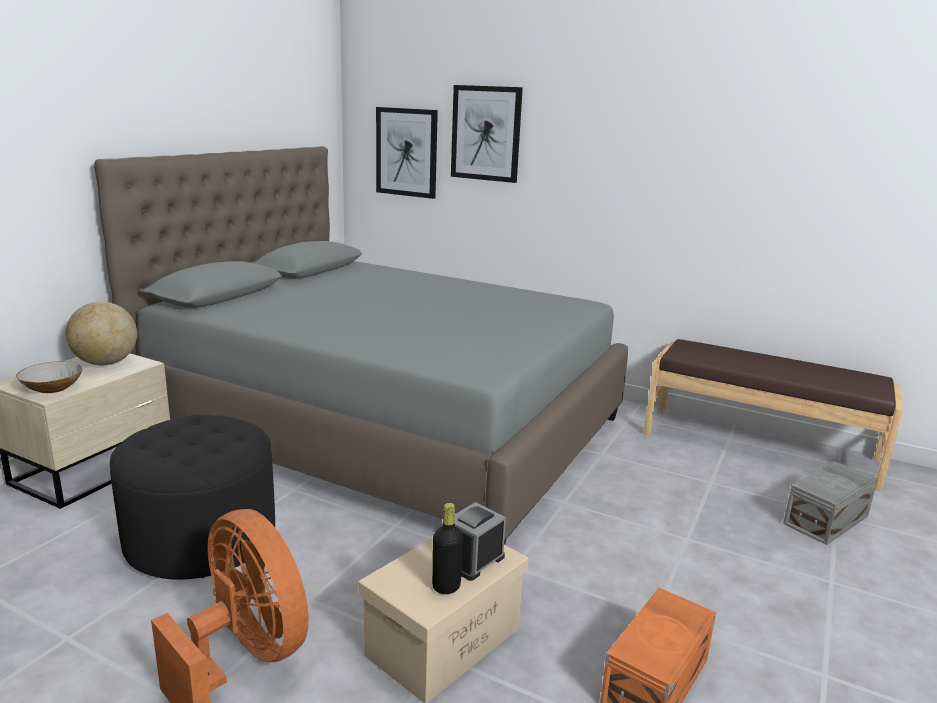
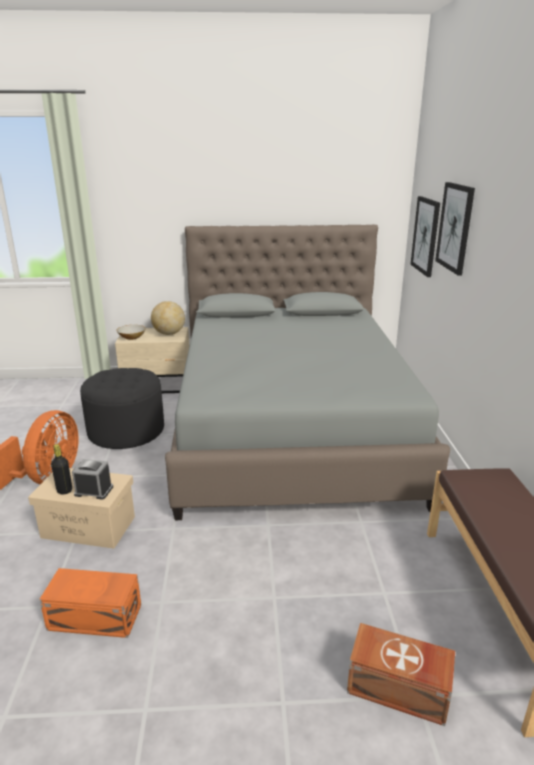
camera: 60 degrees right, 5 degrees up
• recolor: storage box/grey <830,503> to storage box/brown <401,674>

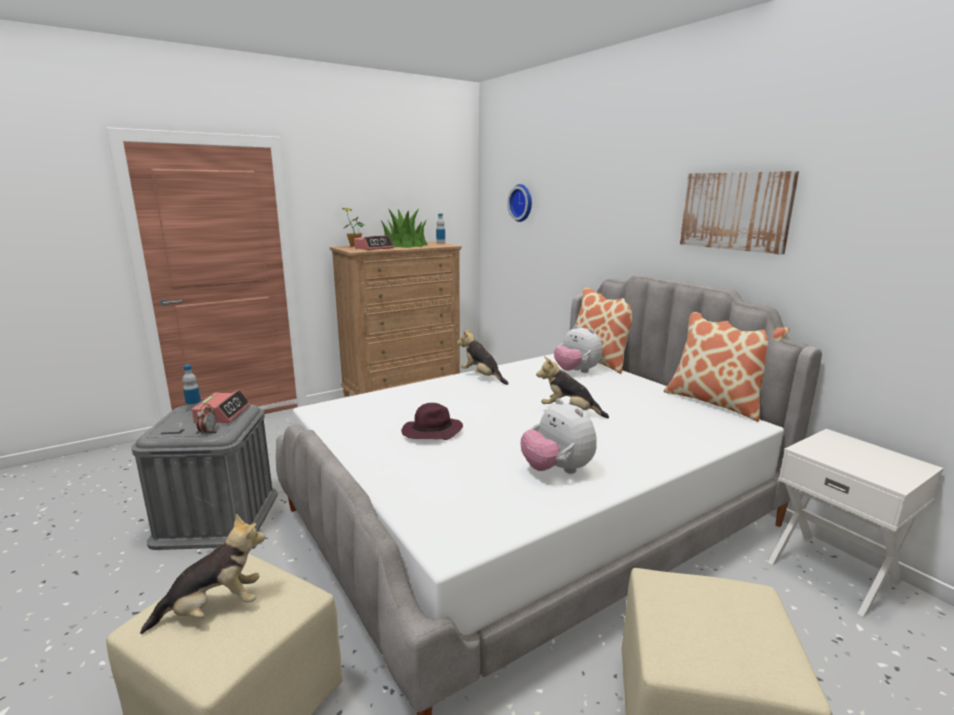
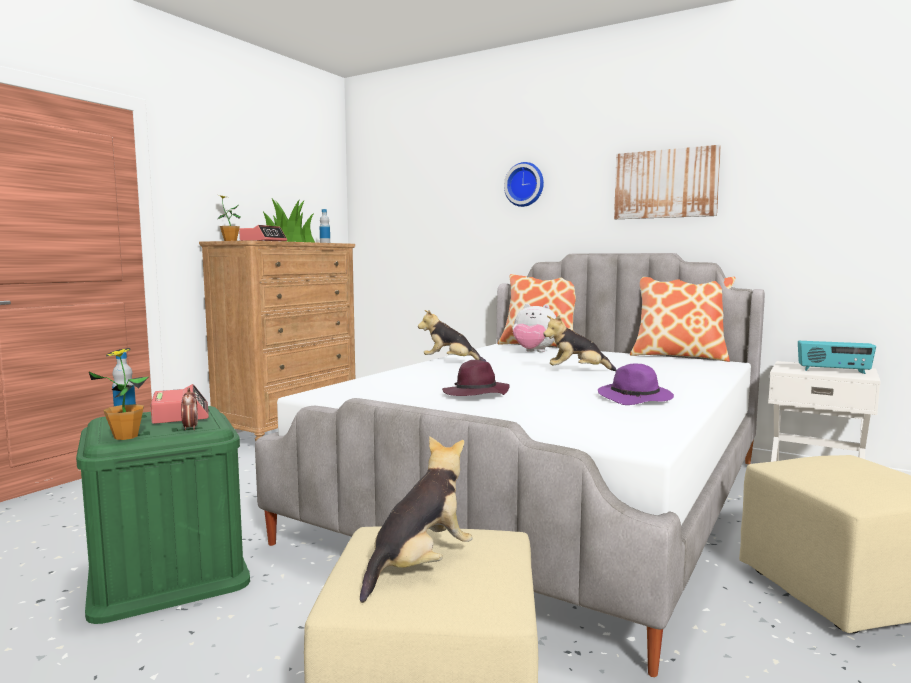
camera: 25 degrees left, 10 degrees down
• recolor: storage box/grey <204,477> to storage box/green <163,515>
• insert: potted plant <119,394>
• move: wall clock <519,203> to <524,184>
• replace: plush toy <559,436> to hat/purple <636,384>
• insert: radio <837,357>

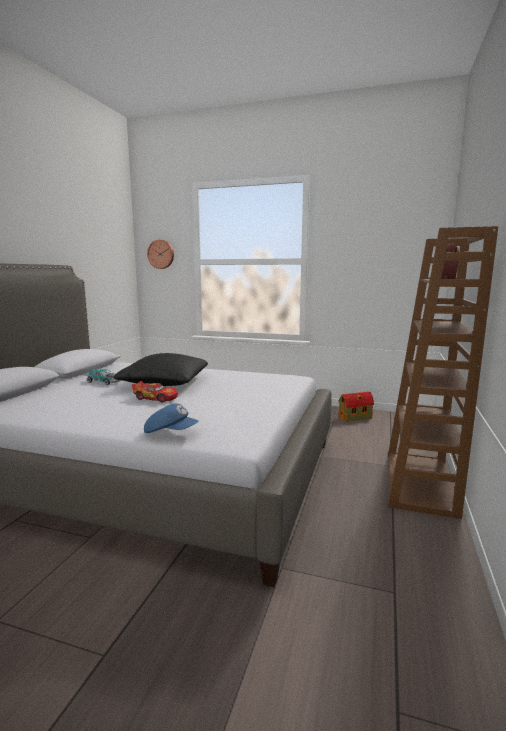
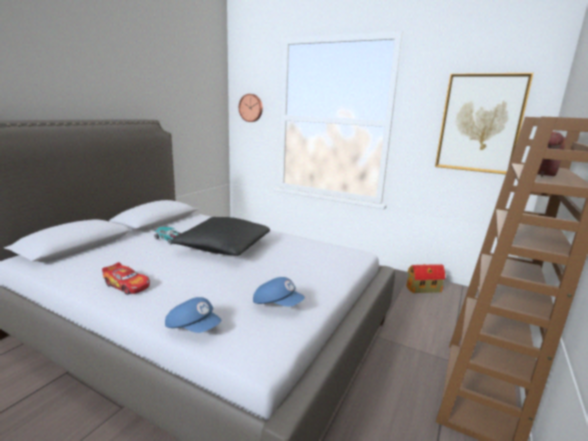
camera: 10 degrees right, 5 degrees up
• move: toy car <155,392> to <126,278>
• insert: cap/blue <279,292>
• insert: picture <484,123>

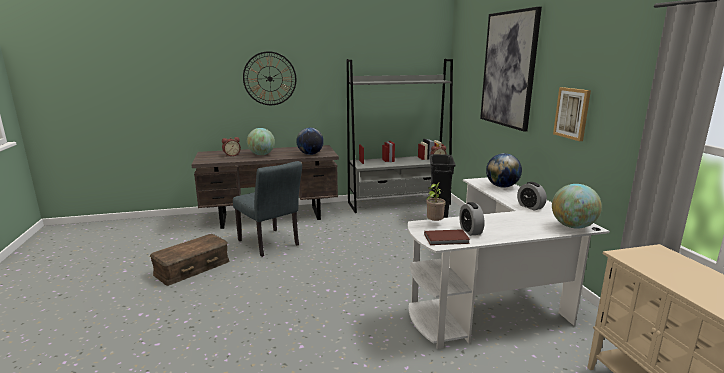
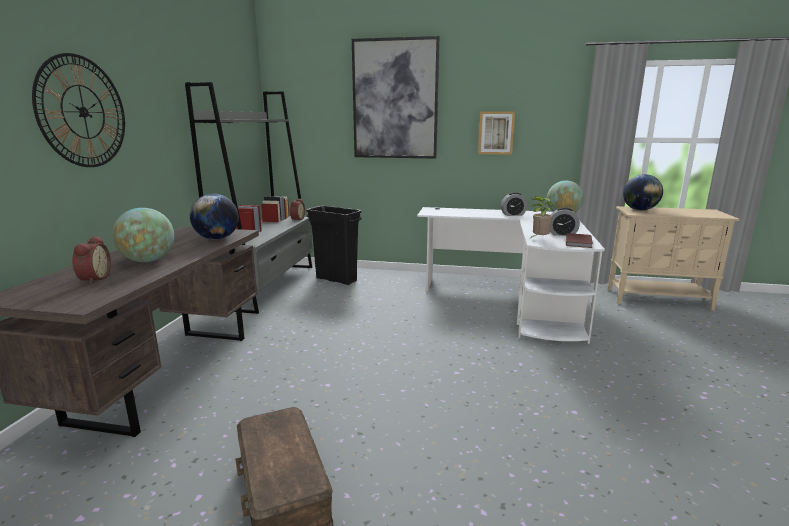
camera: 65 degrees left, 0 degrees up
• move: globe <504,170> to <643,192>
• delete: chair/grey <267,209>

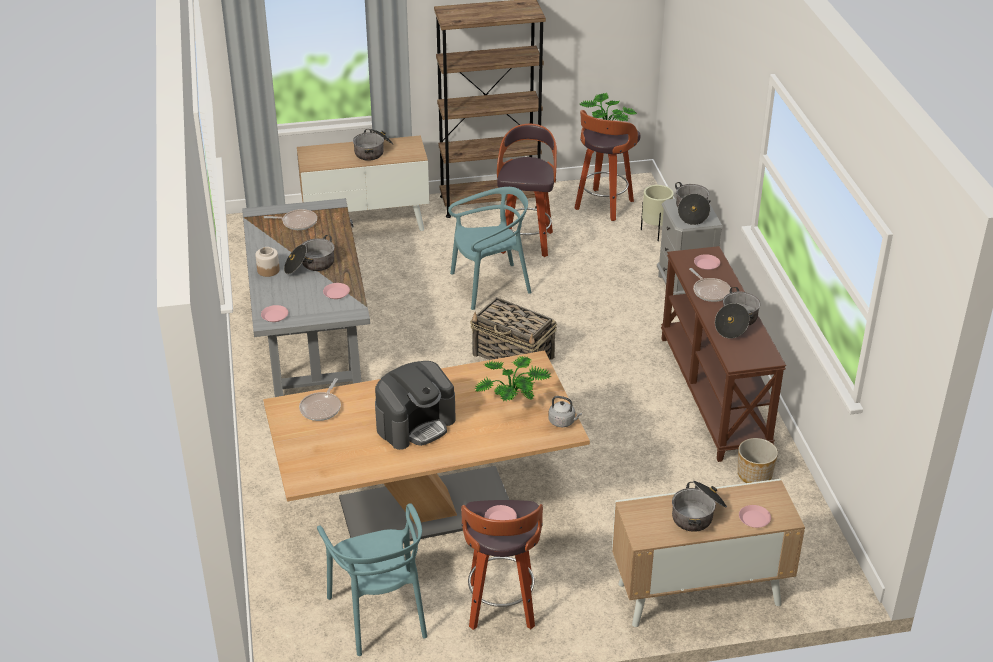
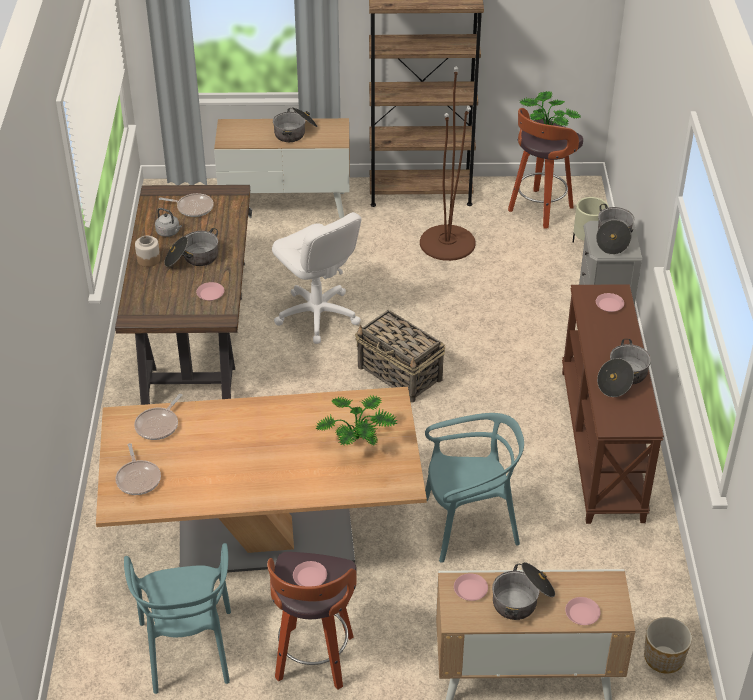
camera: 10 degrees right, 5 degrees up
• recolor: desk/grey <306,297> to desk/brown <183,295>
• move: frying pan <710,285> to <138,469>
• move: kettle/grey <565,411> to <168,222>
• insert: office chair/white <317,278>
• replace: stool <527,190> to floor lamp/brown <448,164>
• move: chair/turquoise <490,248> to <474,488>
• move: plate/pink <274,313> to <471,587>
• move: planter <758,460> to <668,645>
• delete: coffee machine <415,405>

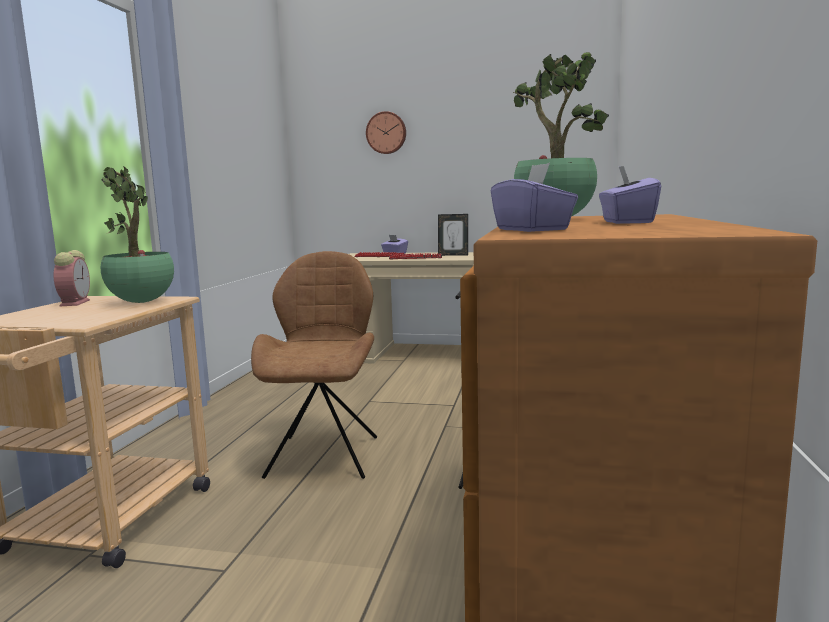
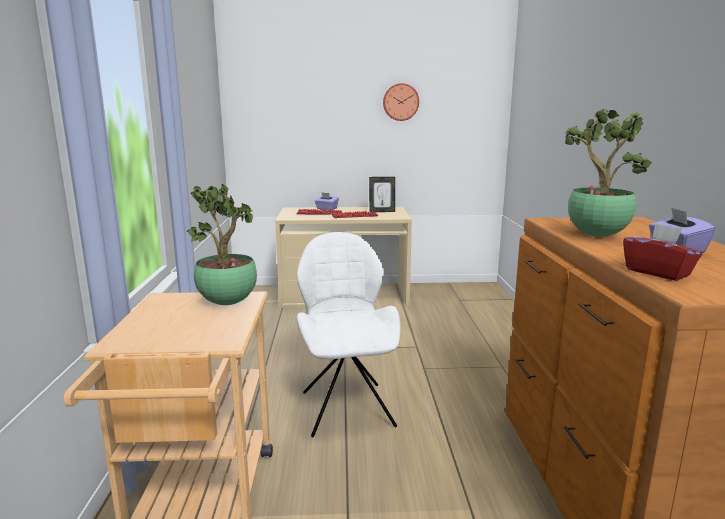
camera: 15 degrees left, 5 degrees up
• recolor: chair/brown <314,365> to chair/white <348,334>
• move: wall clock <386,132> to <401,102>
• recolor: tissue box/purple <534,197> to tissue box/red <662,252>
• delete: alarm clock <72,278>

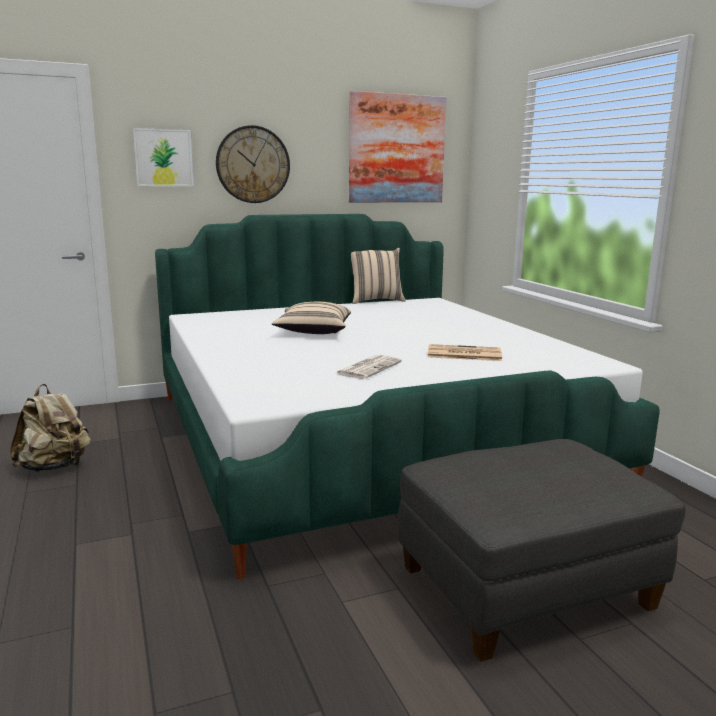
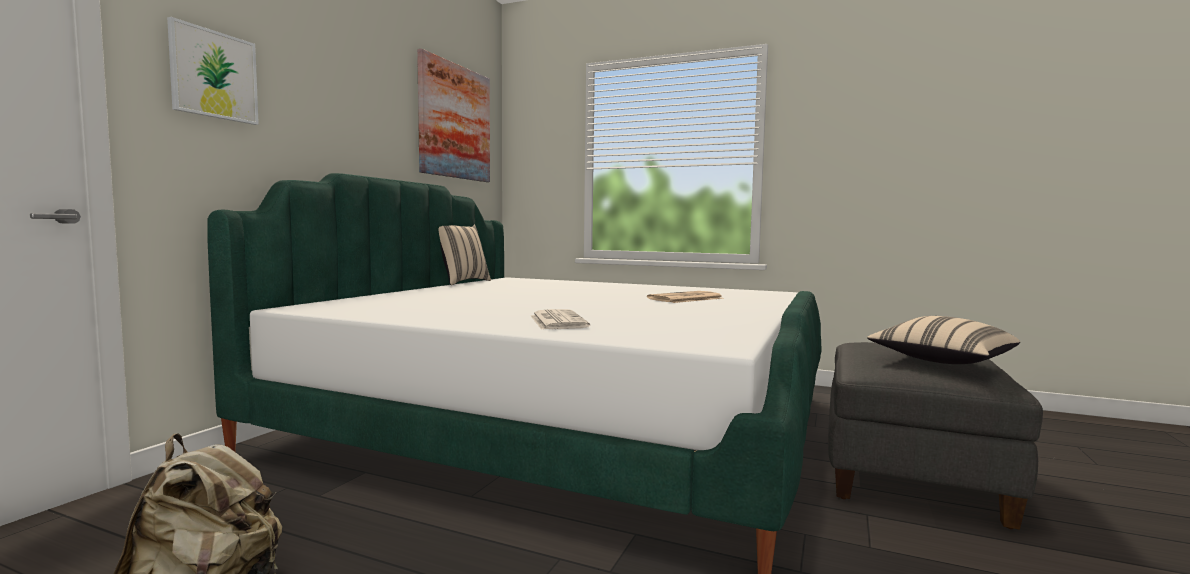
camera: 45 degrees left, 10 degrees down
• move: newspaper <368,367> to <560,319>
• move: pillow/beige <311,318> to <943,340>
• delete: wall clock <253,164>

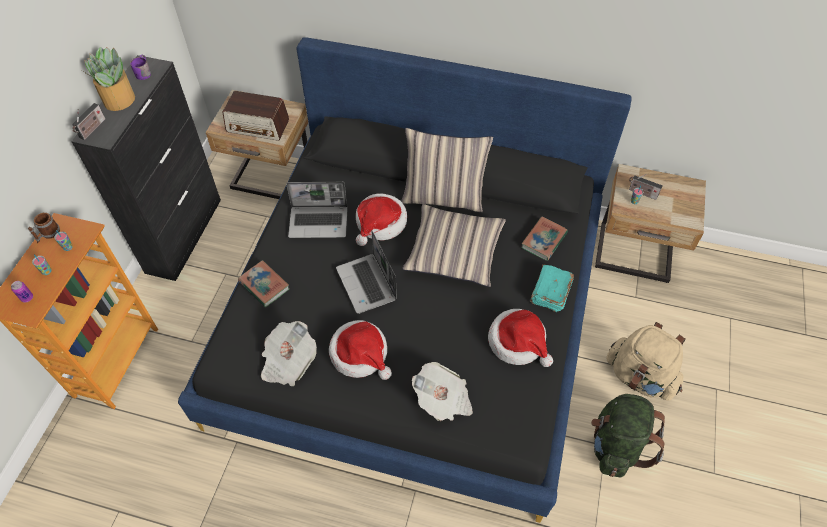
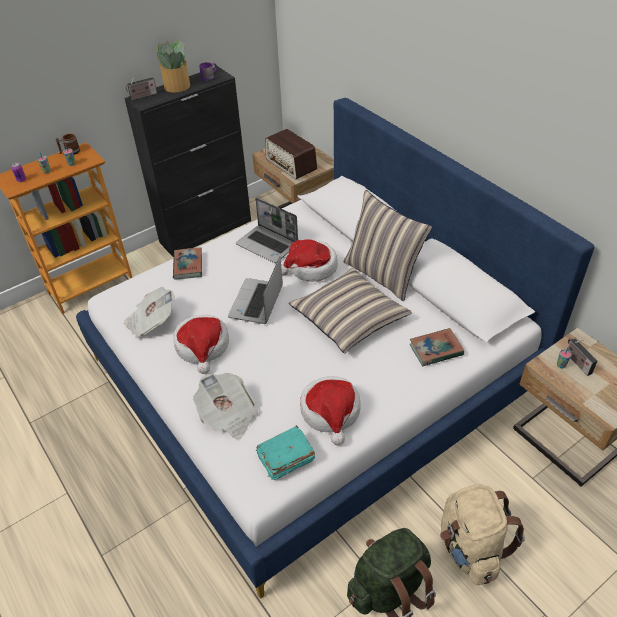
camera: 40 degrees right, 10 degrees down
• recolor: bed/black <405,280> to bed/white <335,348>
• move: book/turquoise <552,288> to <285,452>

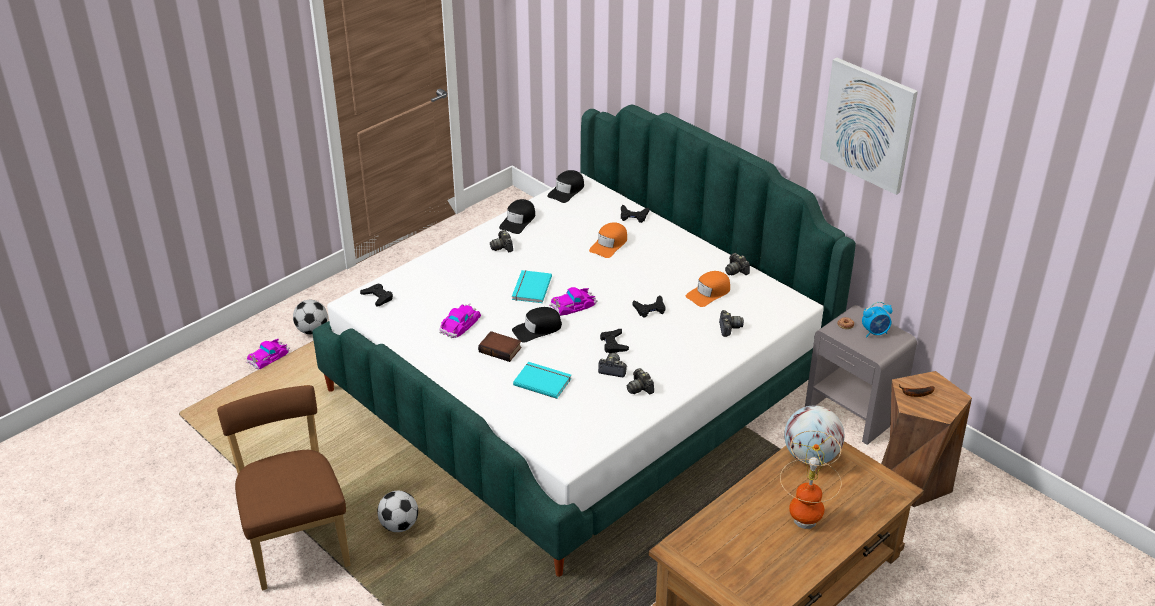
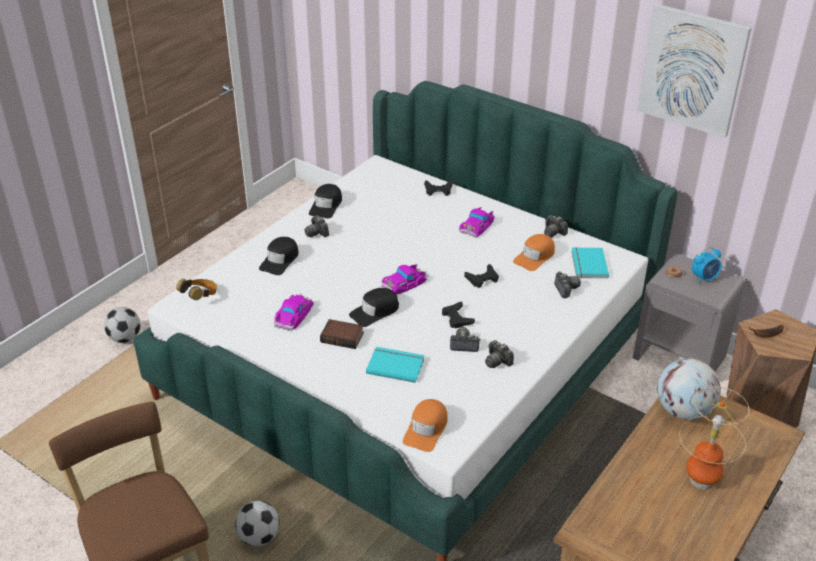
camera: 10 degrees left, 0 degrees up
• replace: game controller/black <376,295> to headphones <196,289>
• move: cap/black <565,186> to <279,256>
• move: cap/orange <608,240> to <425,425>
• move: toy car <268,354> to <477,222>
• move: book/turquoise <532,286> to <590,262>

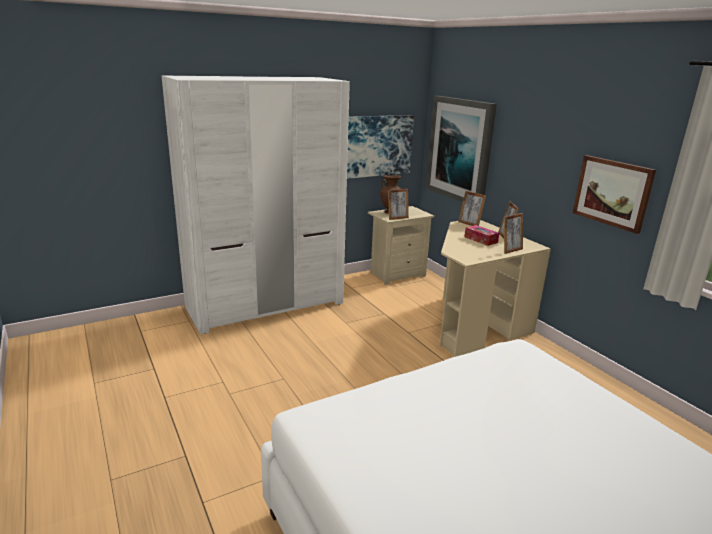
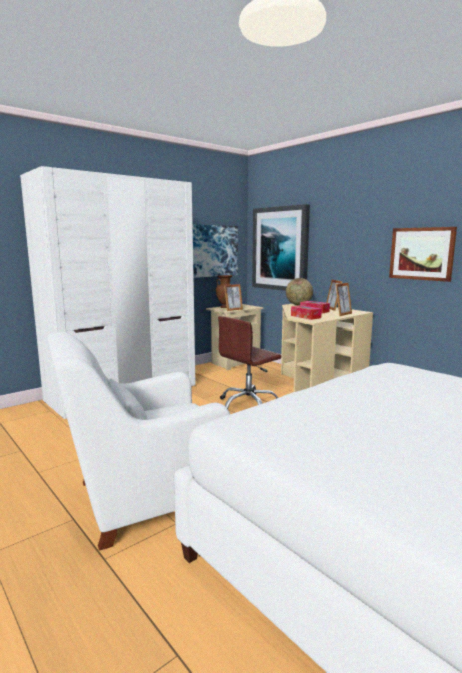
camera: 10 degrees left, 10 degrees down
• insert: armchair/white <138,441>
• insert: office chair/brown <249,362>
• replace: picture frame <472,208> to globe <299,291>
• insert: tissue box <306,312>

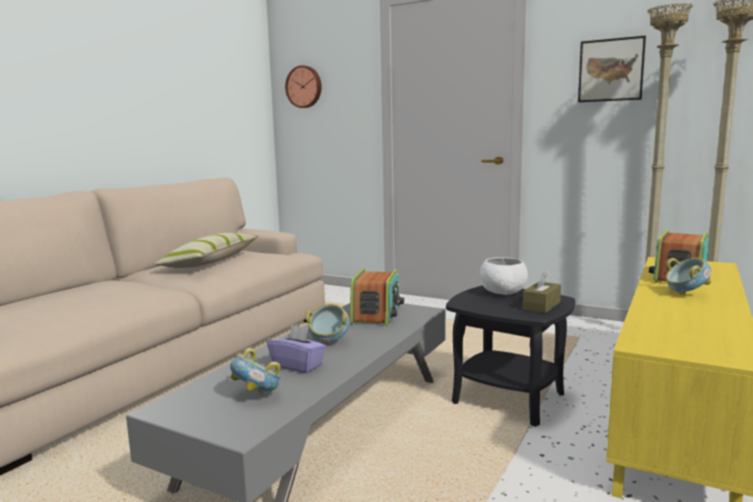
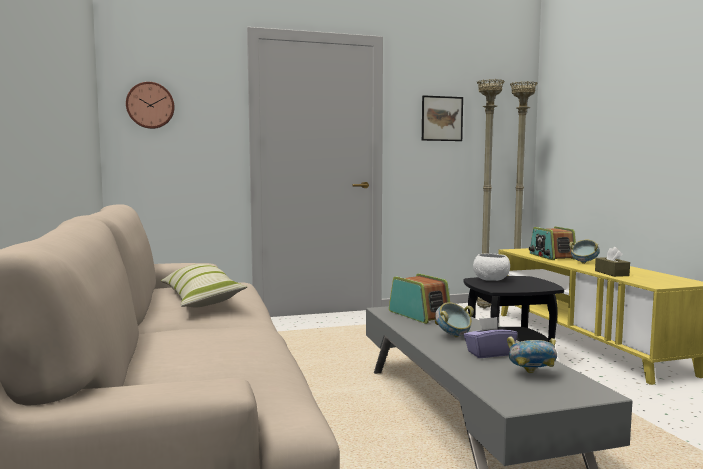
camera: 45 degrees left, 5 degrees down
• move: tissue box/brown <542,291> to <612,262>

